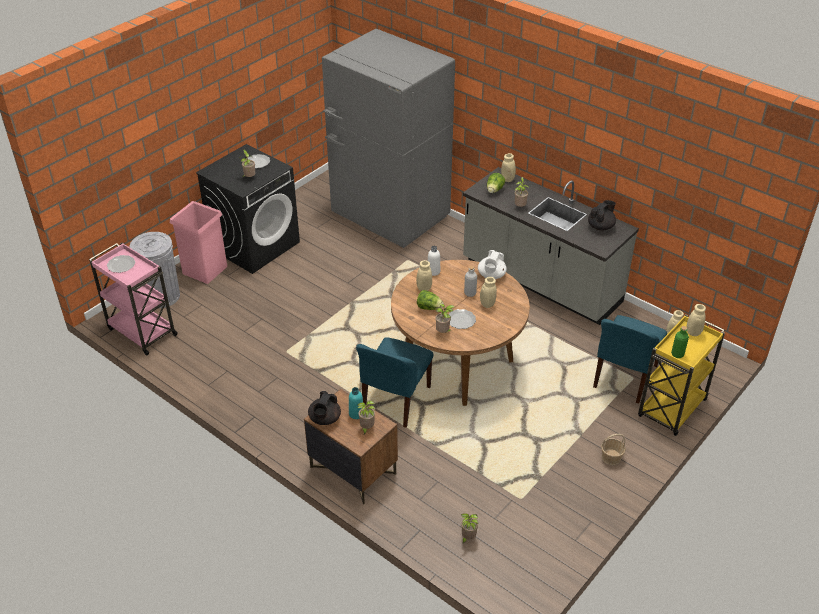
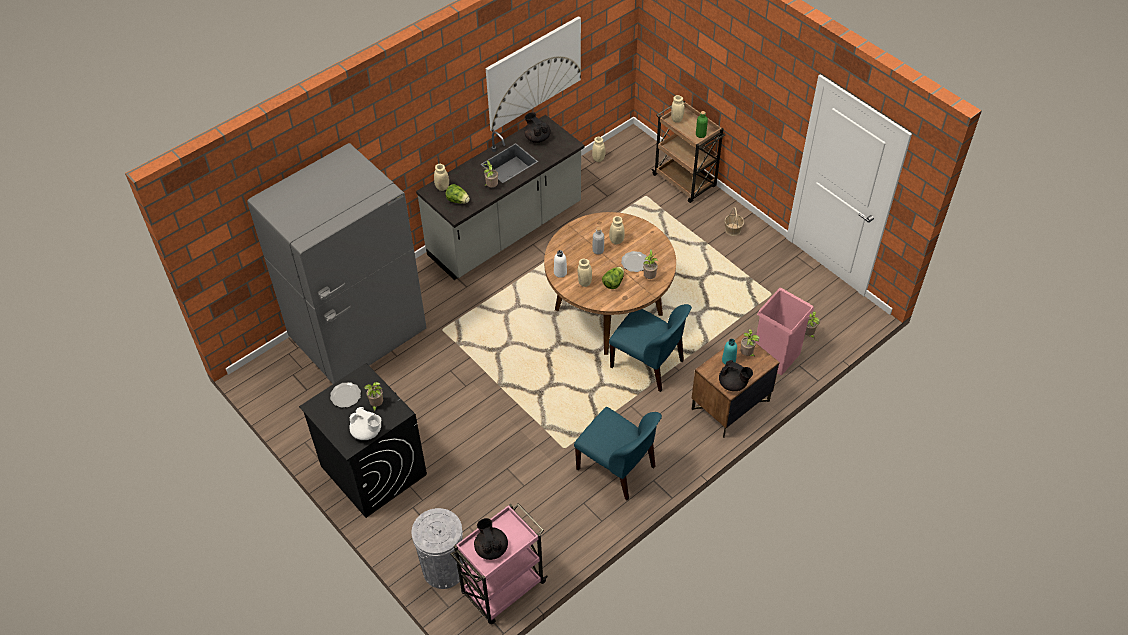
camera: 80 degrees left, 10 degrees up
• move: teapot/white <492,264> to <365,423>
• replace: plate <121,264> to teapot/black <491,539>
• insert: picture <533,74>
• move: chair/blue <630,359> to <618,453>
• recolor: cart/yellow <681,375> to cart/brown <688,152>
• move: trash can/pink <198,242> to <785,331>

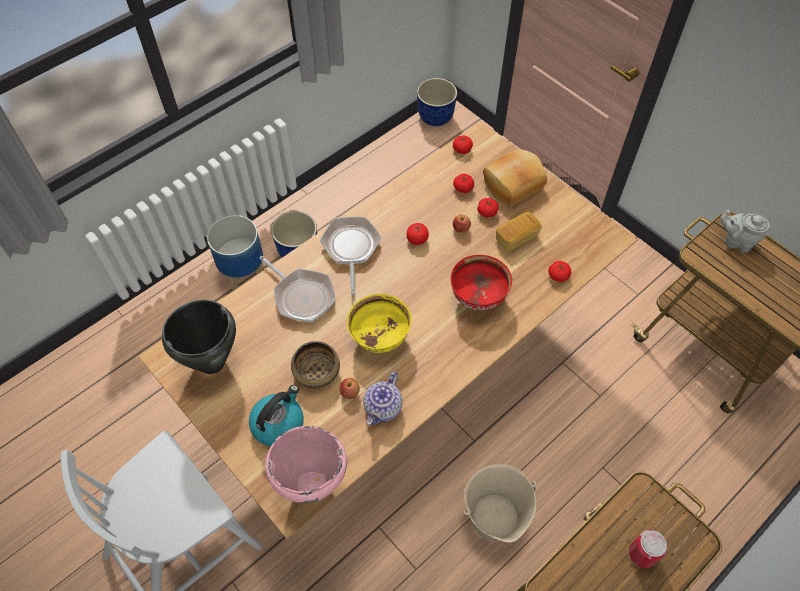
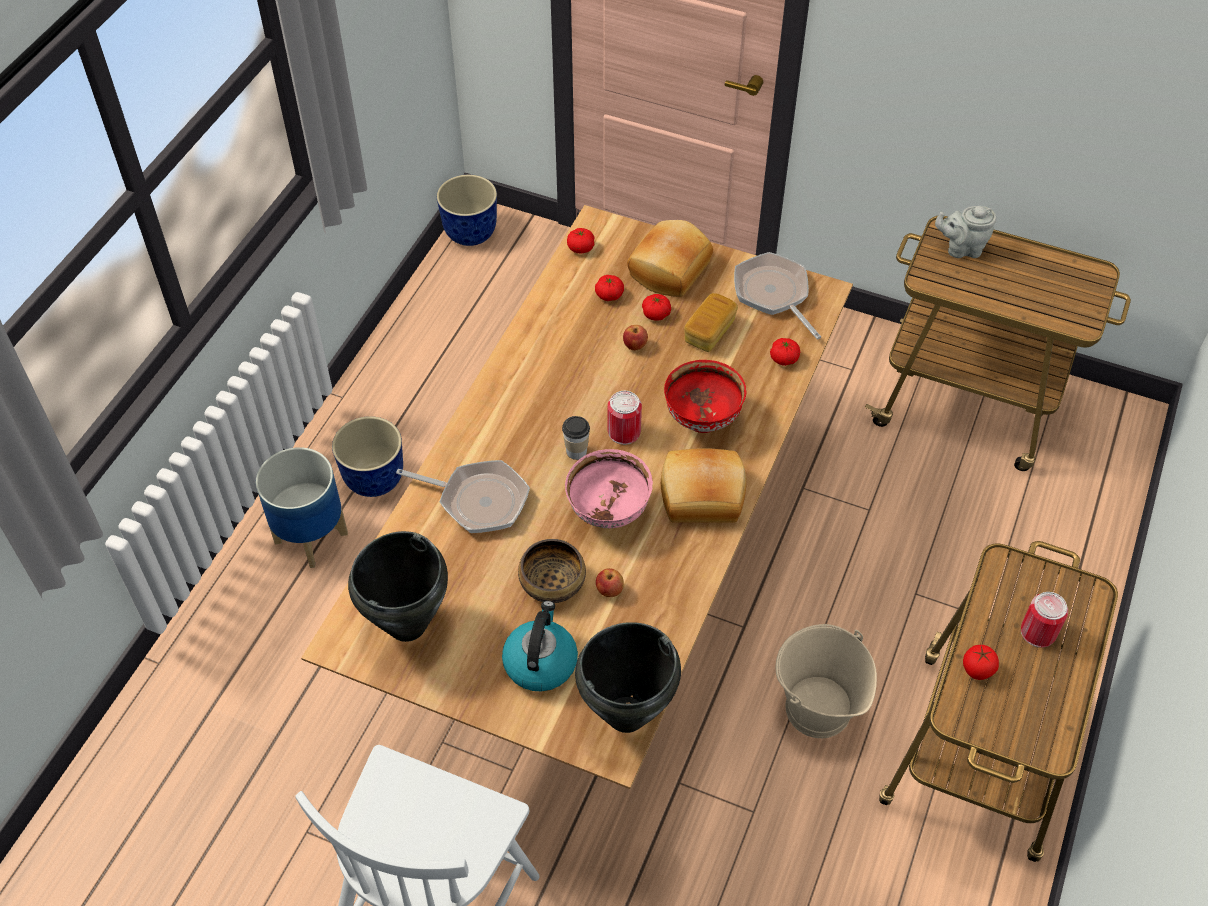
camera: 25 degrees left, 5 degrees down
• insert: cup <576,438>
• recolor: bowl/yellow <379,323> to bowl/pink <609,488>
• recolor: cooking pot/pink <306,464> to cooking pot/black <628,677>
• insert: can <625,418>
• insert: bread <703,485>
• move: frying pan <350,256> to <777,296>
• move: tomato <418,234> to <981,662>
• delete: teapot <383,398>

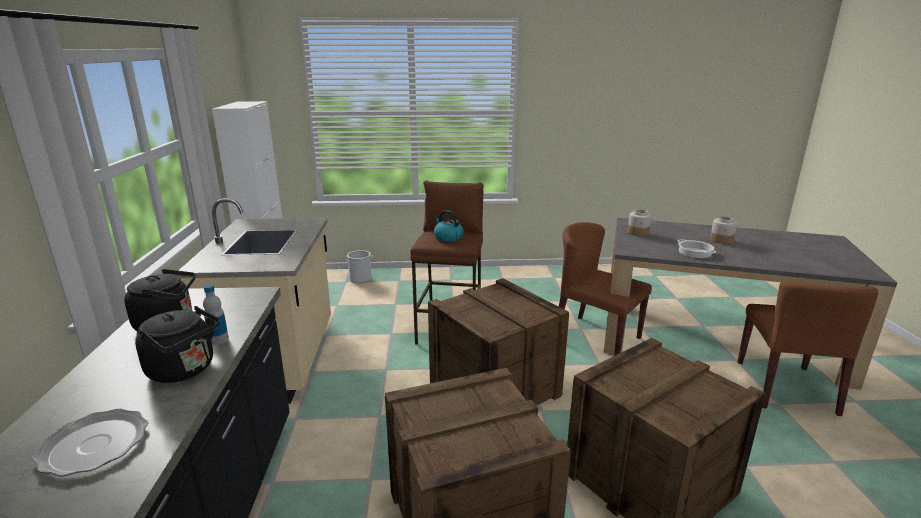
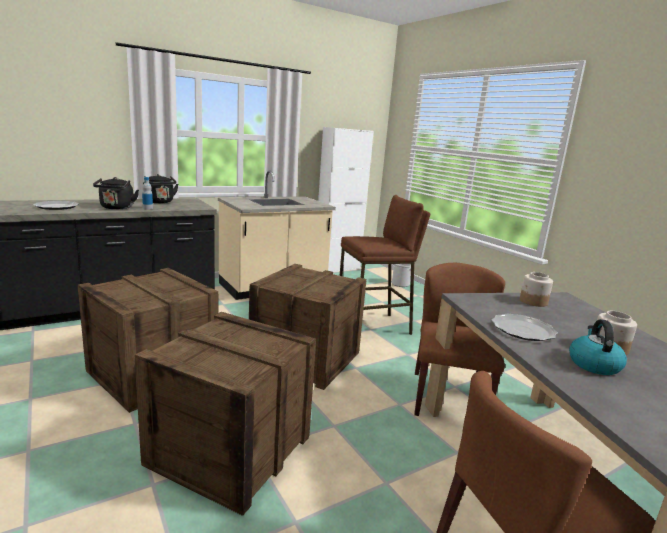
camera: 60 degrees right, 5 degrees down
• replace: cooking pot <696,248> to plate <525,327>
• move: kettle <449,226> to <598,347>

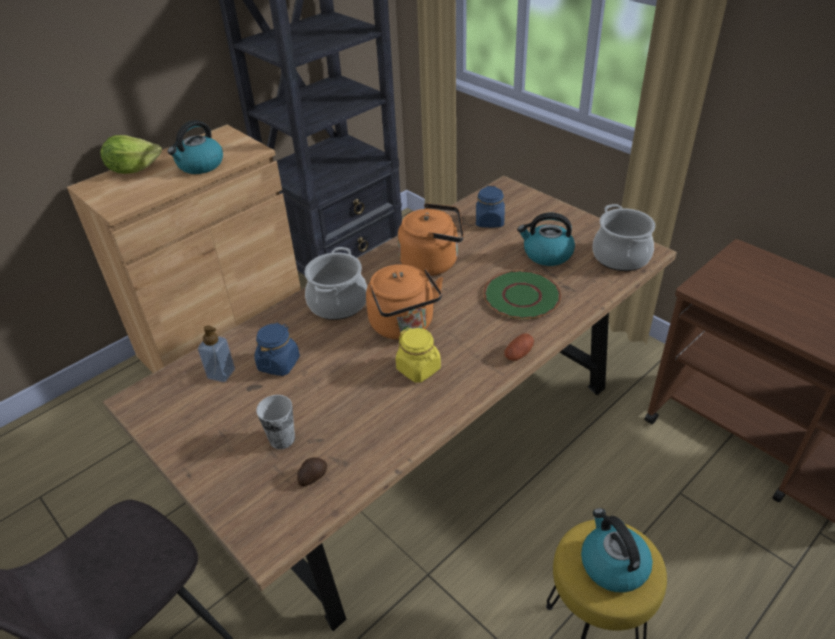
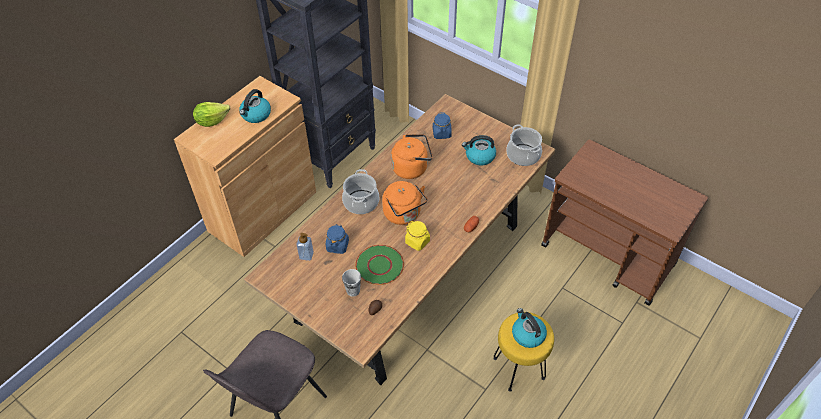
camera: 10 degrees left, 10 degrees up
• move: plate/green <522,294> to <379,265>

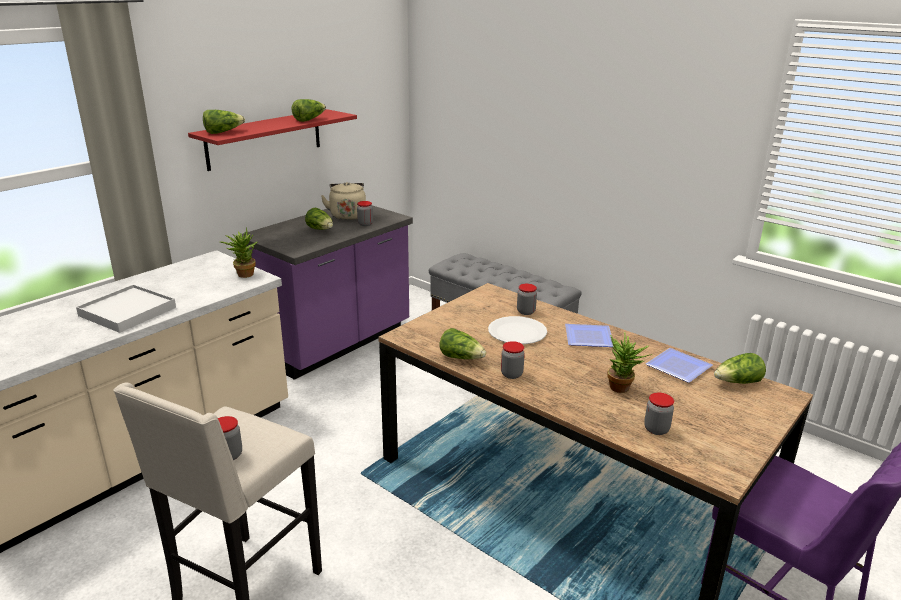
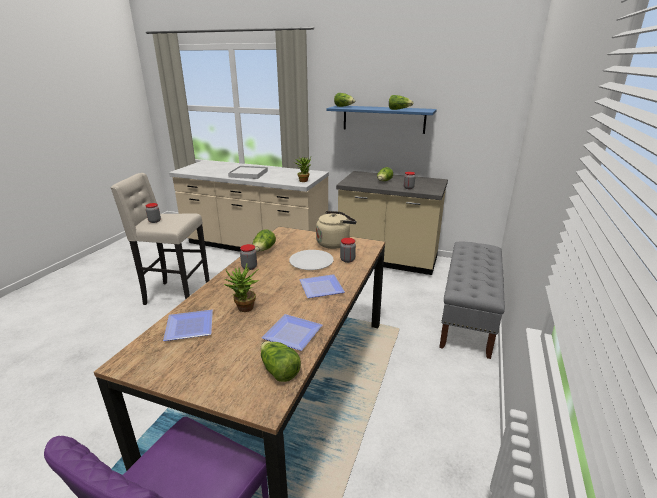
camera: 70 degrees right, 0 degrees up
• replace: jar <659,414> to plate <188,325>
• move: kettle/beige <343,201> to <336,230>
• recolor: shelf/red <272,140> to shelf/blue <381,120>
• recolor: counter/purple <327,292> to counter/beige <392,223>

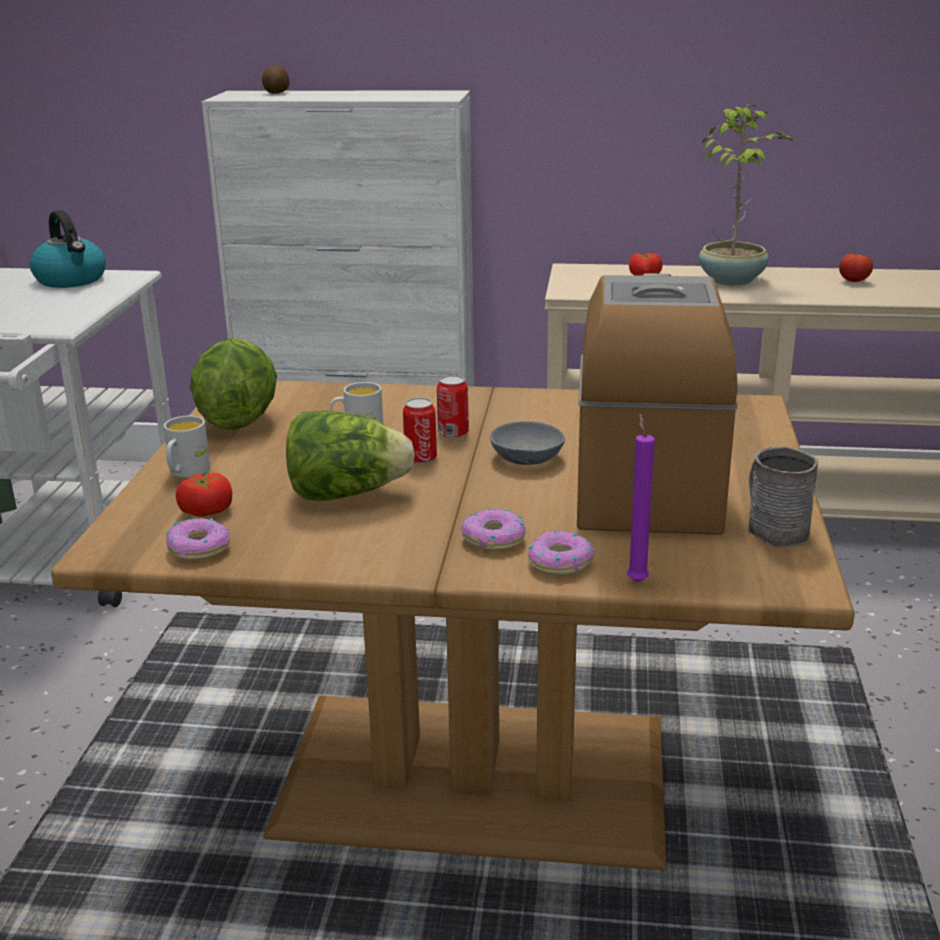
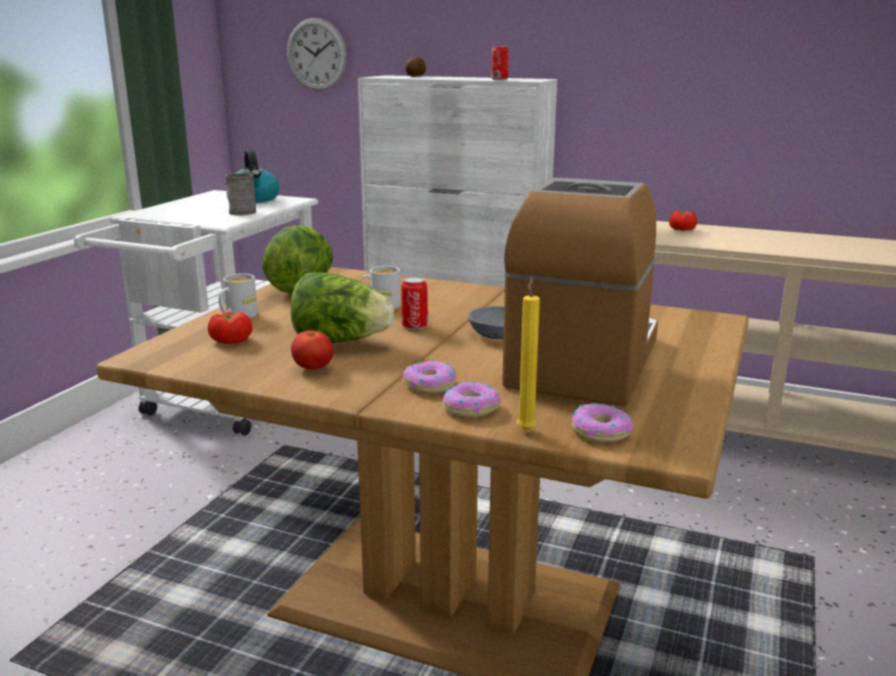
camera: 15 degrees right, 5 degrees down
• move: mug/grey <783,496> to <240,194>
• insert: wall clock <317,54>
• move: tomato <856,268> to <312,350>
• move: can <453,406> to <500,63>
• recolor: candle/purple <641,498> to candle/yellow <528,354>
• move: donut <198,539> to <602,422>
• delete: potted plant <746,195>

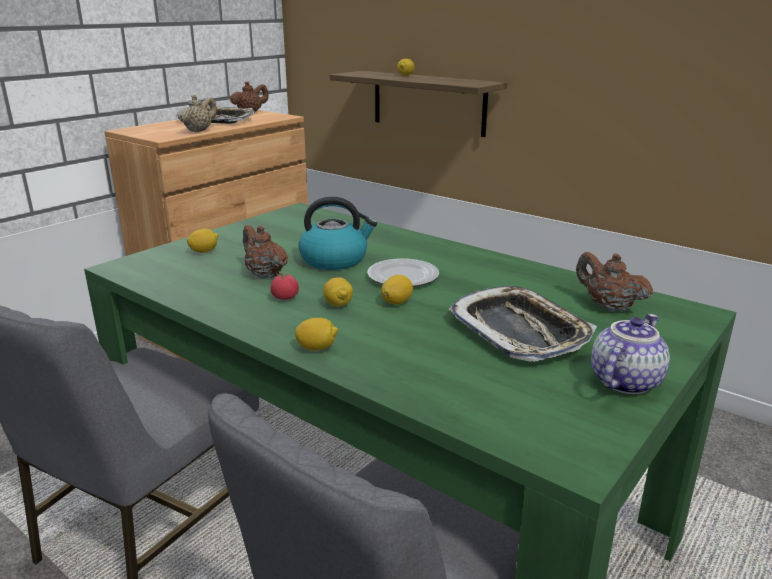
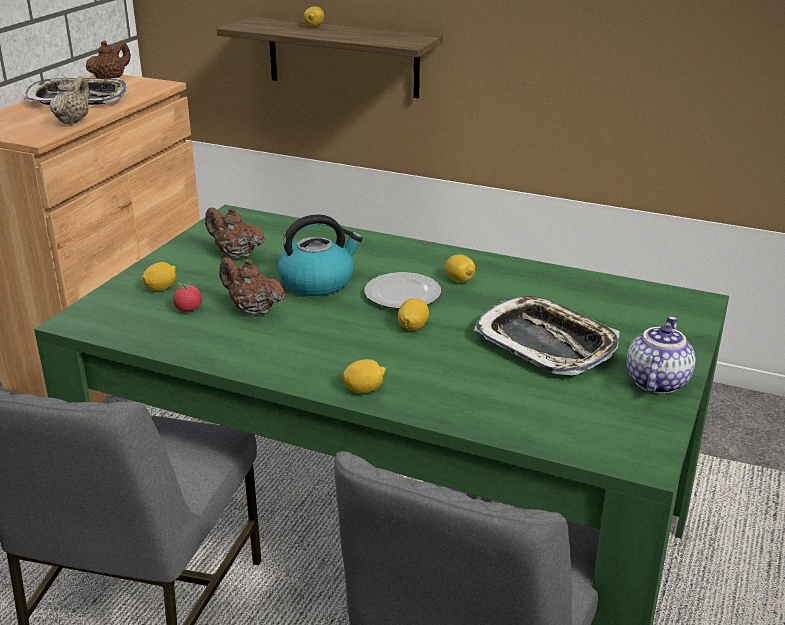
camera: 15 degrees left, 5 degrees up
• move: tomato <285,285> to <187,297>
• move: teapot/brown <614,282> to <235,233>
• move: lemon <338,292> to <460,268>

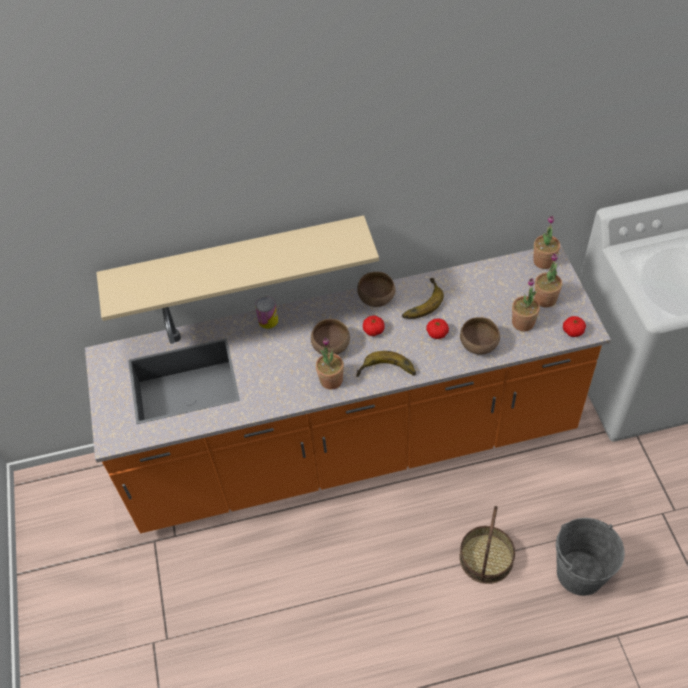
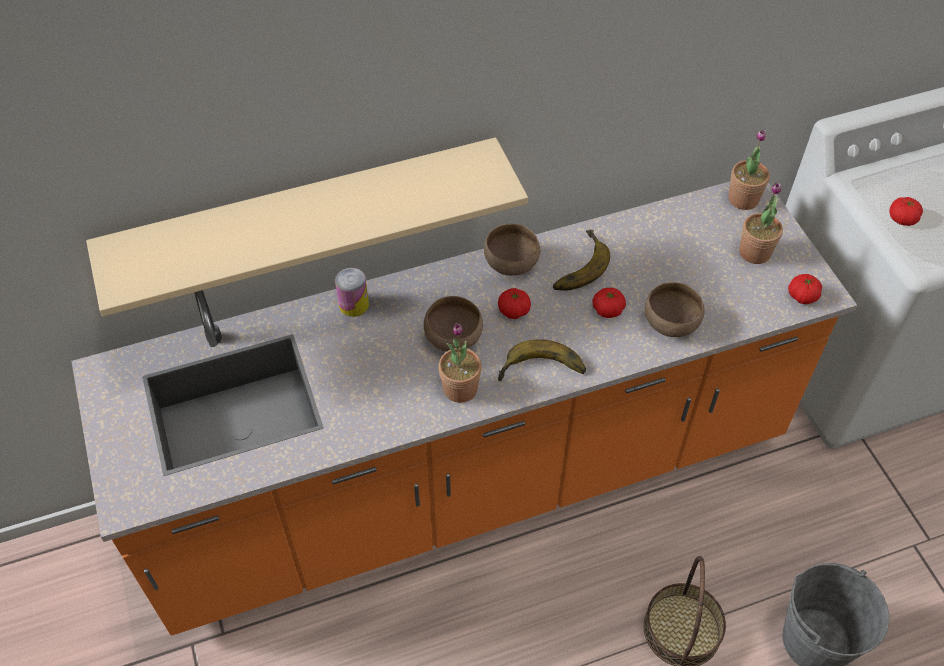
camera: 10 degrees left, 0 degrees up
• insert: tomato <906,211>
• delete: potted plant <526,305>

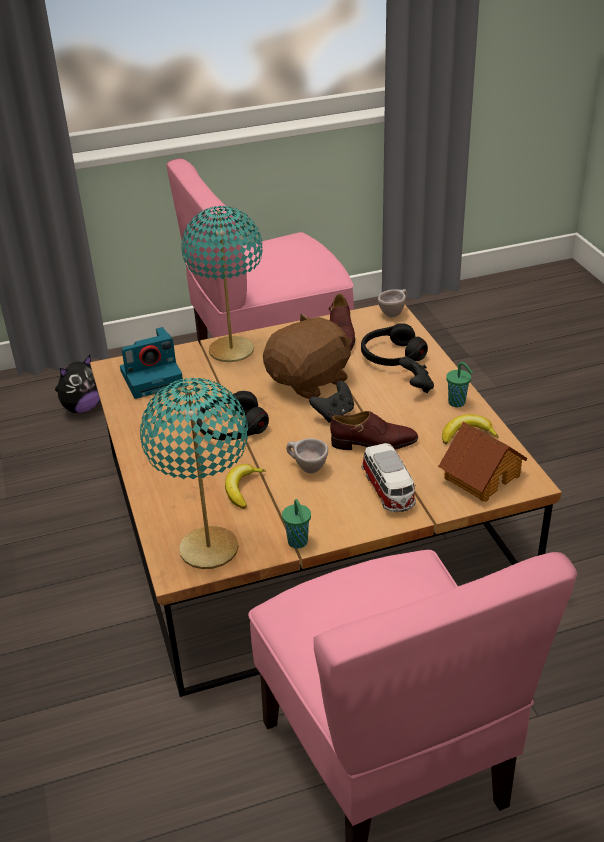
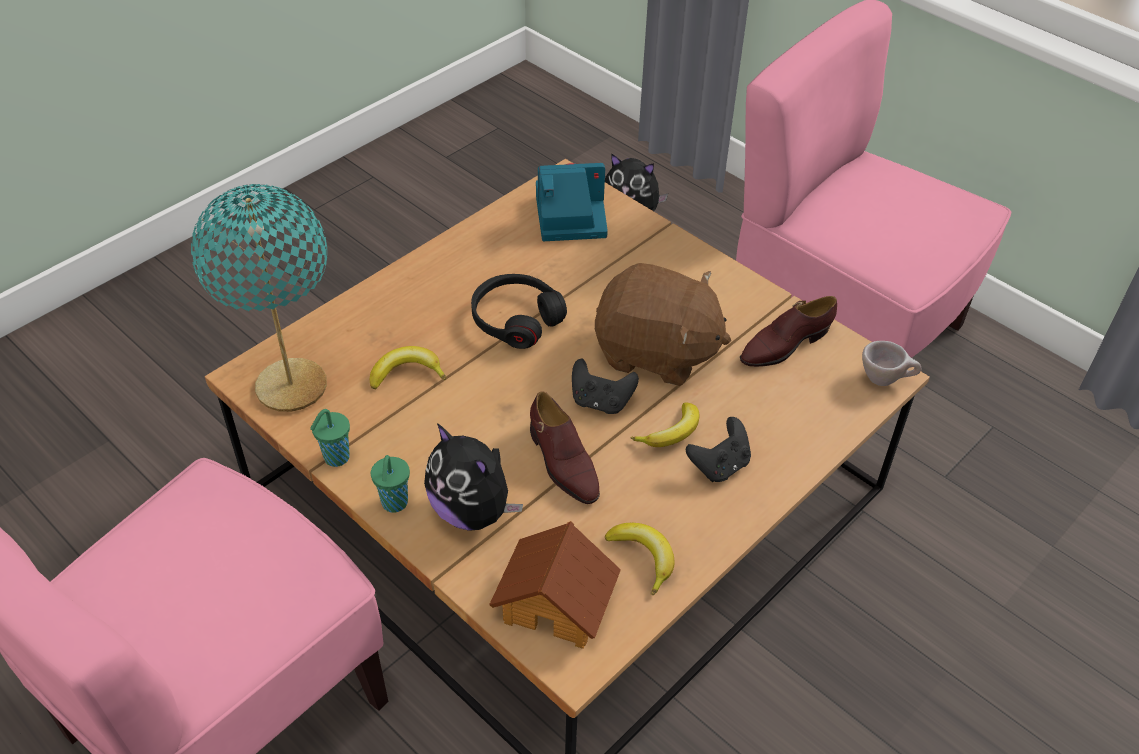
camera: 60 degrees right, 10 degrees up
• move: cup/green <459,384> to <390,484>
• replace: toy car <389,477> to plush toy <473,477>
• rotate: photo camera <151,363> = <572,202> 135 degrees clockwise
• insert: banana <665,424>
• delete: table lamp/turquoise <222,284>
• delete: cup/beige <307,455>
• delete: headphones/black <394,344>

